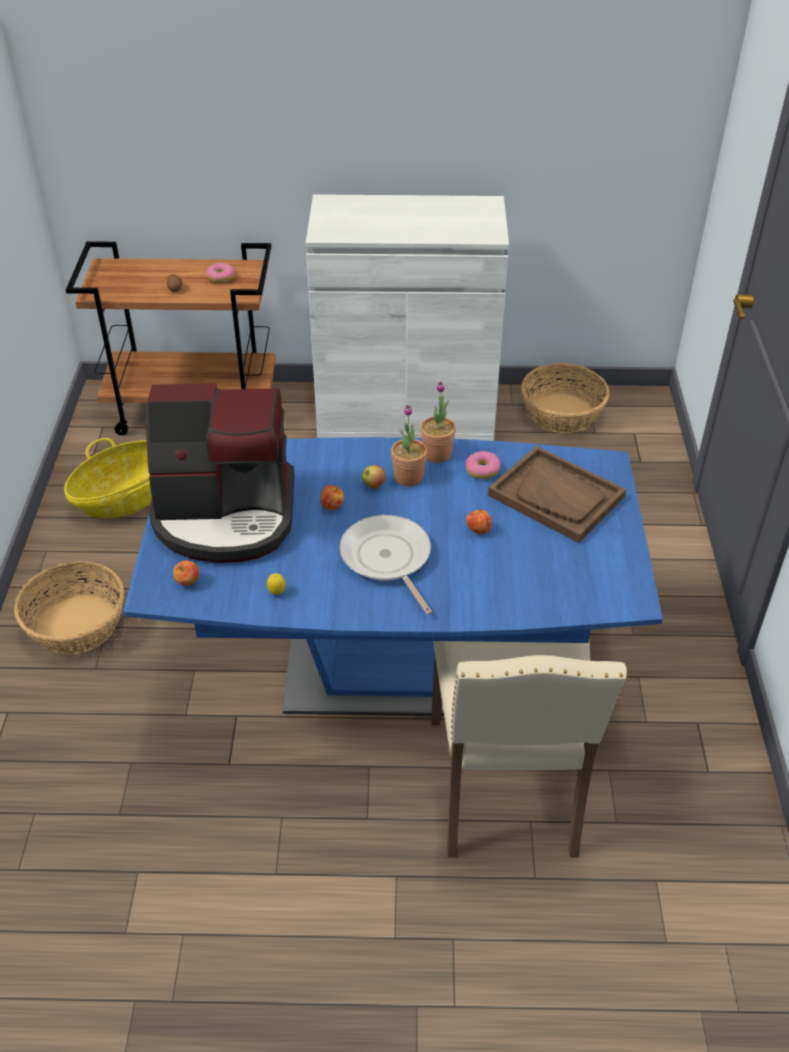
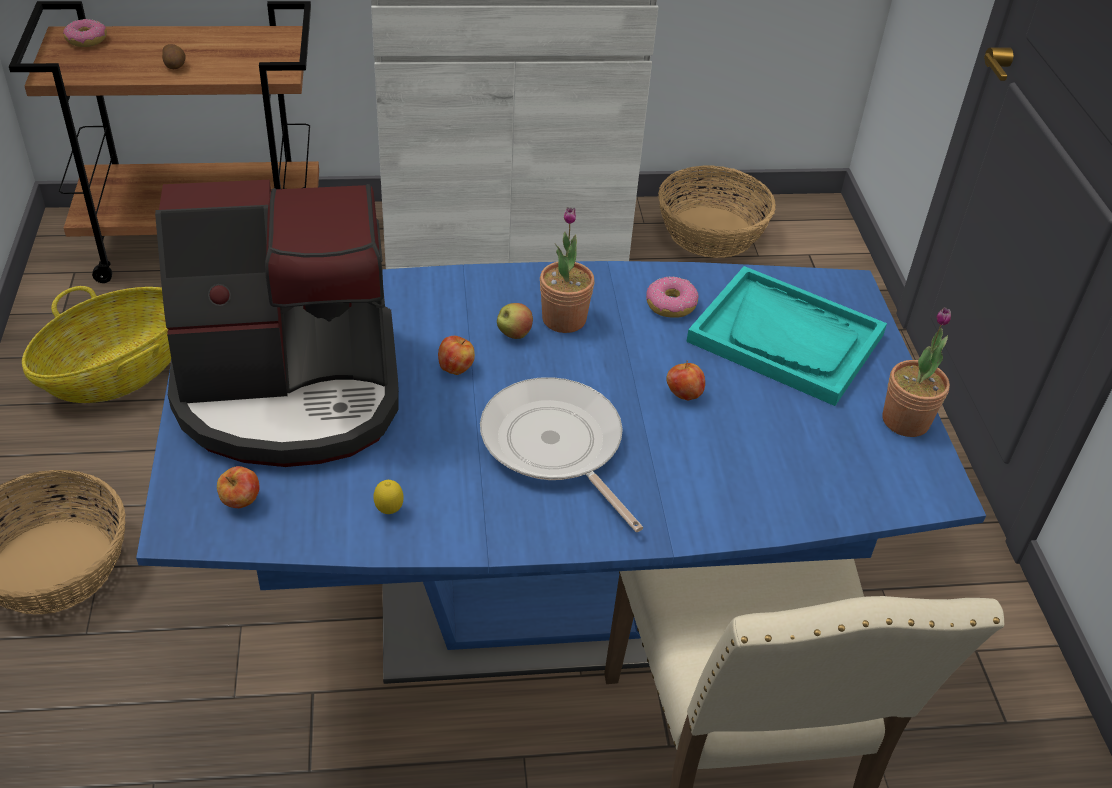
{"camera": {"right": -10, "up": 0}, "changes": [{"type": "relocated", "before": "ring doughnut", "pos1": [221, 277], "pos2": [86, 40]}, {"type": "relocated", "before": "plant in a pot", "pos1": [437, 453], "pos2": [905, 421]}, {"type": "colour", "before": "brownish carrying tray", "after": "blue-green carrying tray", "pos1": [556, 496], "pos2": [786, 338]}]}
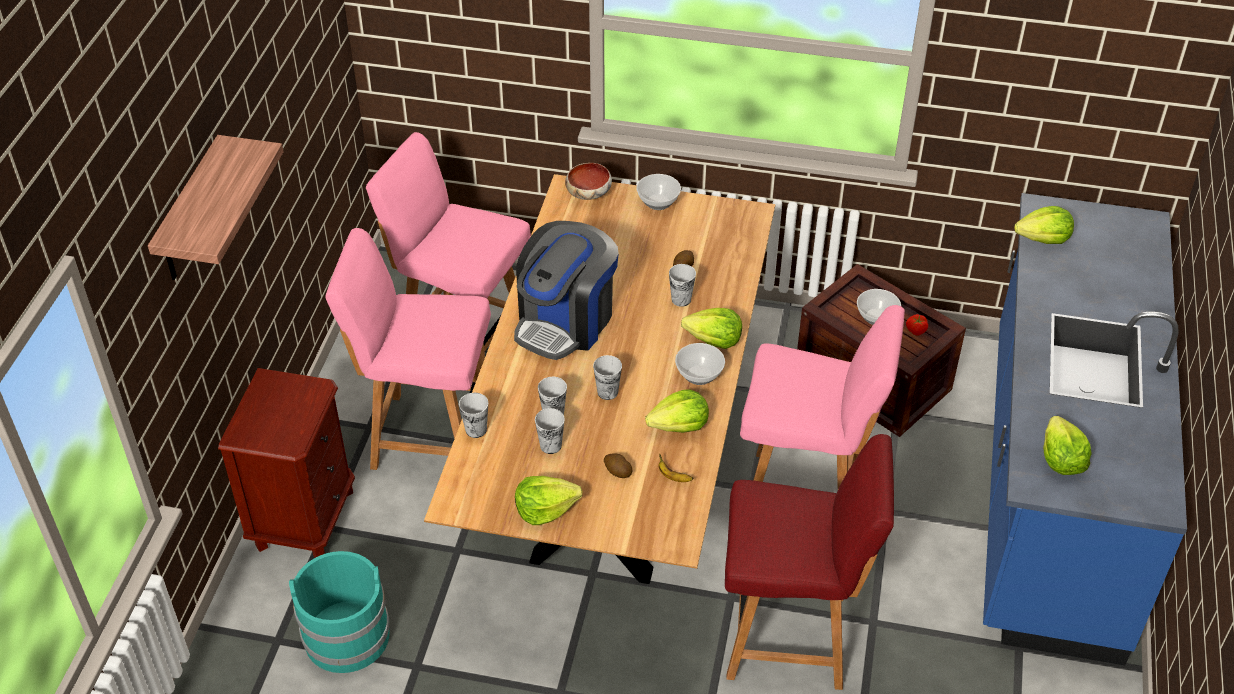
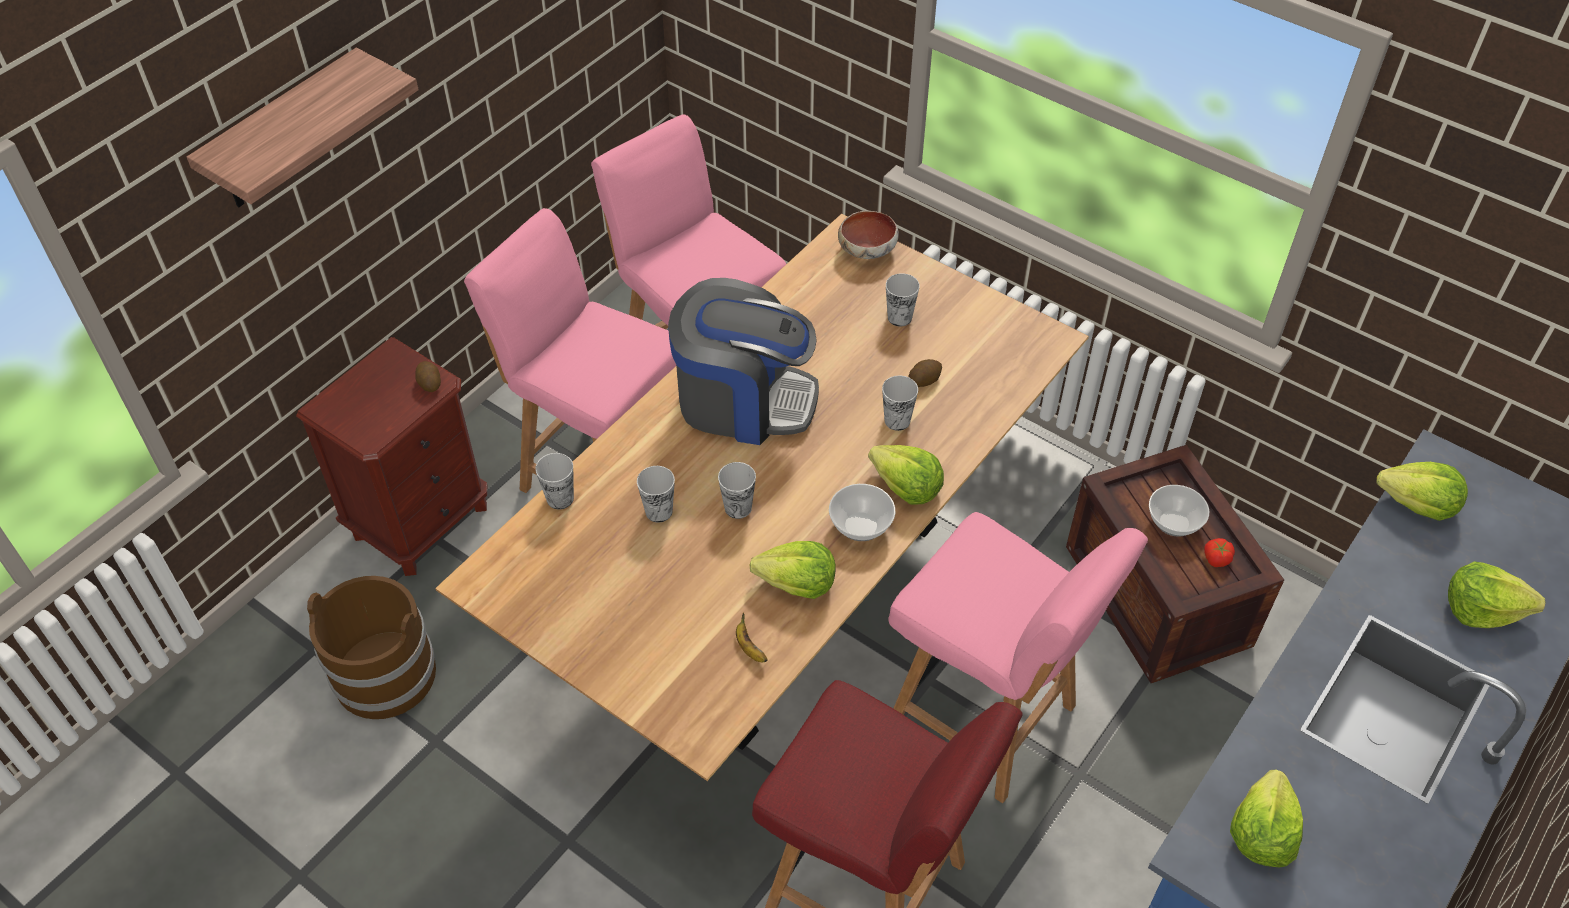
{"camera": {"right": 25, "up": 5}, "changes": [{"type": "missing", "before": "bowl", "pos1": [658, 202]}, {"type": "relocated", "before": "lettuce", "pos1": [545, 509], "pos2": [1481, 609]}, {"type": "relocated", "before": "drinking cup", "pos1": [550, 445], "pos2": [899, 317]}, {"type": "relocated", "before": "spud", "pos1": [617, 471], "pos2": [429, 383]}, {"type": "colour", "before": "blue-green water bucket", "after": "brownish water bucket", "pos1": [346, 637], "pos2": [384, 675]}, {"type": "spun", "before": "coffee machine", "pos1": [565, 321], "pos2": [743, 400], "turn": -135}]}
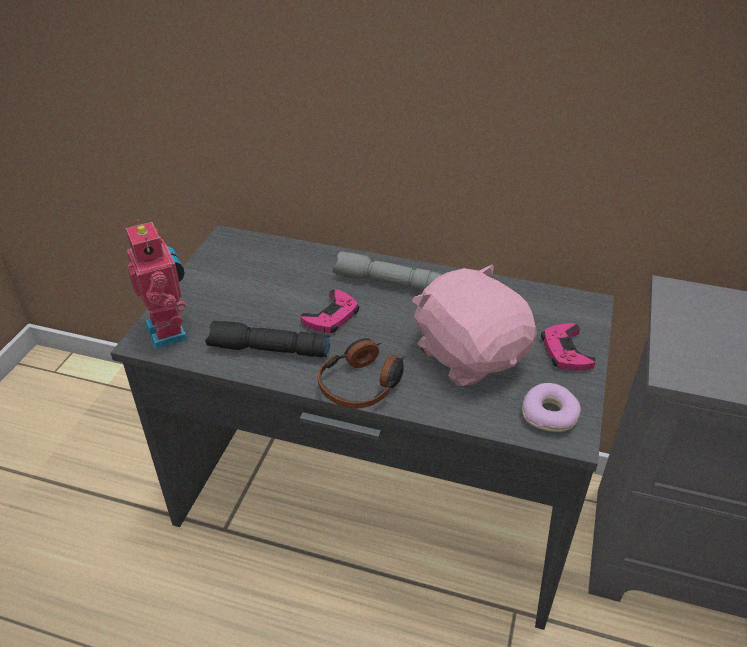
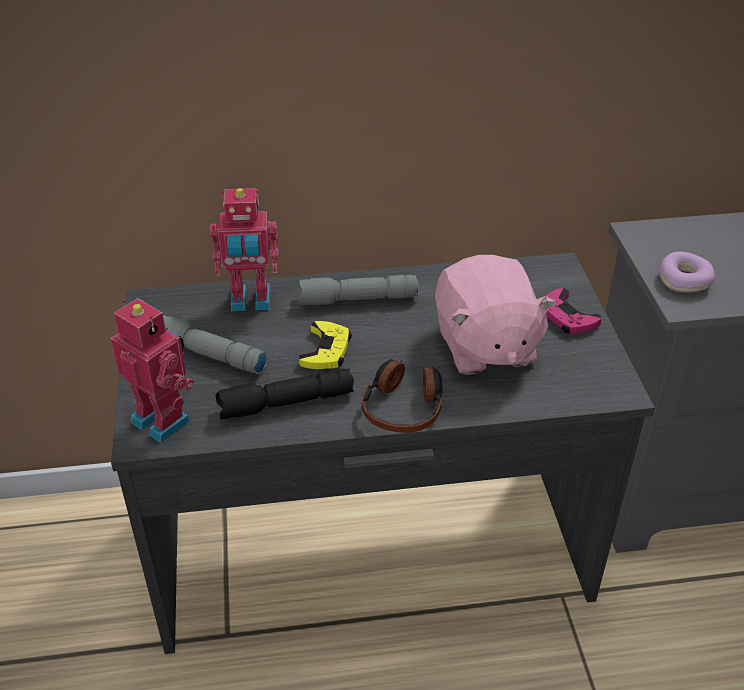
{"camera": {"right": -25, "up": 0}, "changes": [{"type": "appeared", "after": "gray flashlight", "pos2": [206, 355]}, {"type": "appeared", "after": "model robot", "pos2": [250, 302]}, {"type": "relocated", "before": "ring doughnut", "pos1": [549, 414], "pos2": [684, 280]}, {"type": "colour", "before": "pink-coloured game controller", "after": "yellow game controller", "pos1": [332, 316], "pos2": [326, 350]}, {"type": "spun", "before": "pink-coloured cuddly toy", "pos1": [469, 354], "pos2": [484, 346], "turn": -135}]}
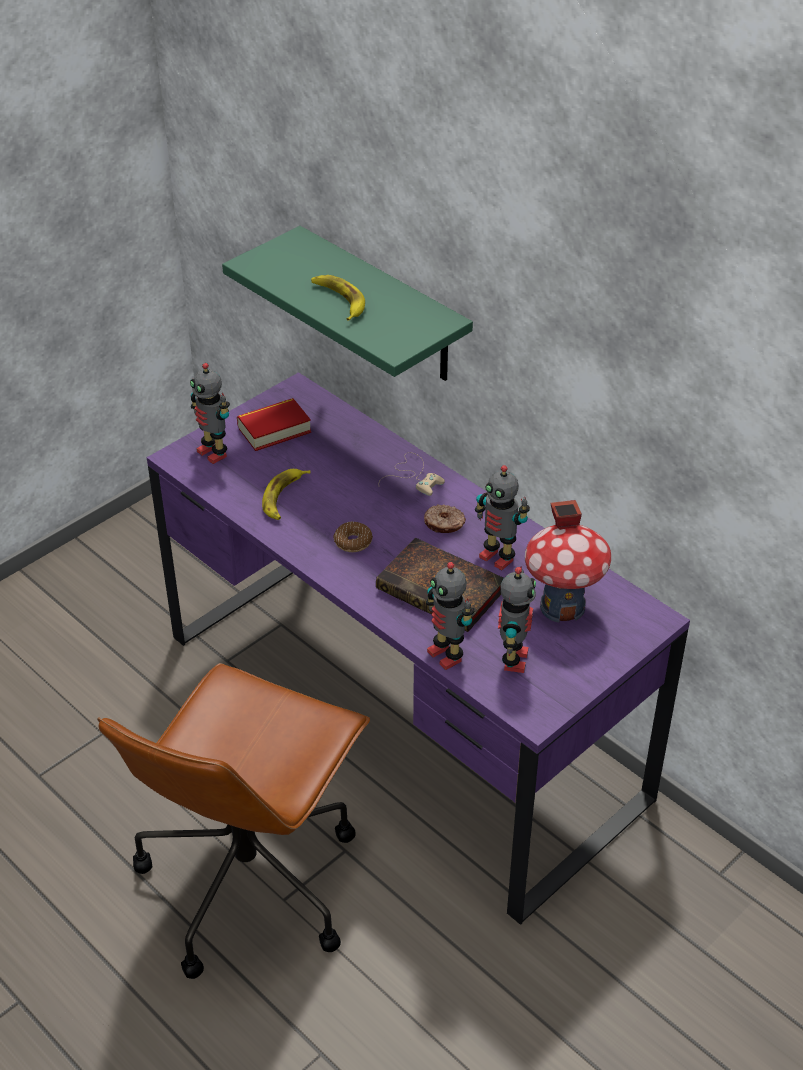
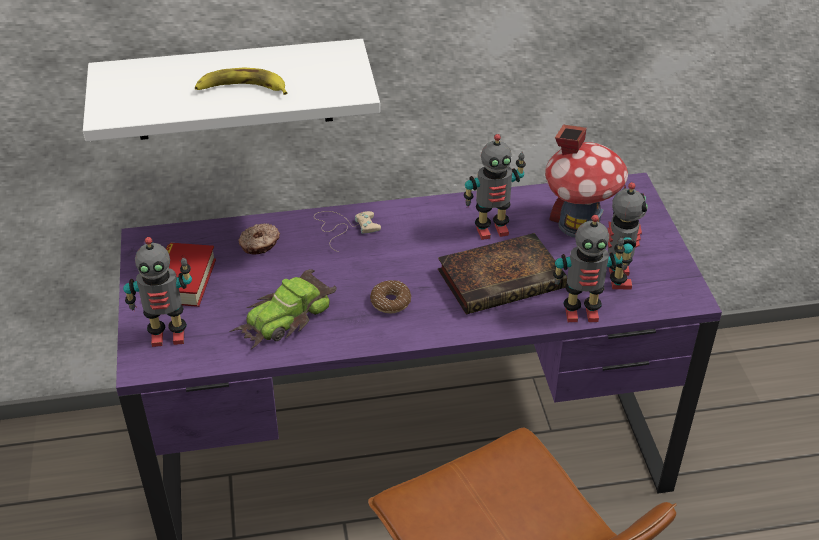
{"camera": {"right": -55, "up": 0}, "changes": [{"type": "relocated", "before": "ring doughnut", "pos1": [444, 524], "pos2": [260, 244]}, {"type": "exchanged", "before": "whole banana", "after": "toy car", "pos1": [284, 497], "pos2": [285, 318]}, {"type": "colour", "before": "green-coloured bracket shelf", "after": "white-coloured bracket shelf", "pos1": [383, 307], "pos2": [232, 90]}, {"type": "spun", "before": "model robot", "pos1": [512, 660], "pos2": [616, 279], "turn": 45}]}
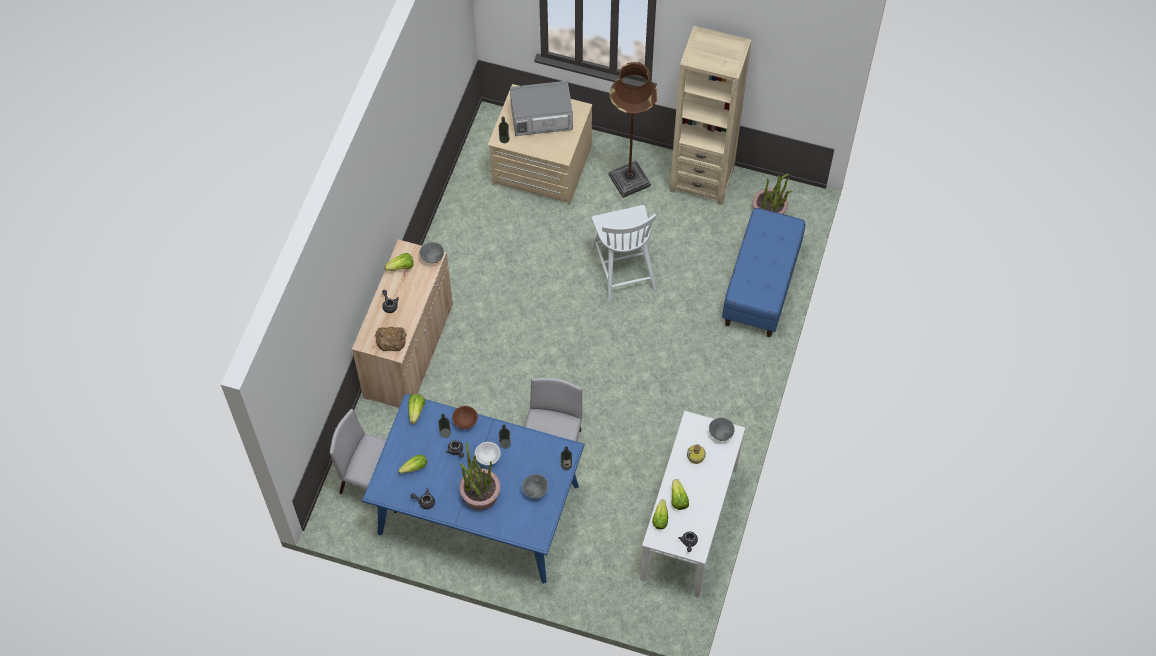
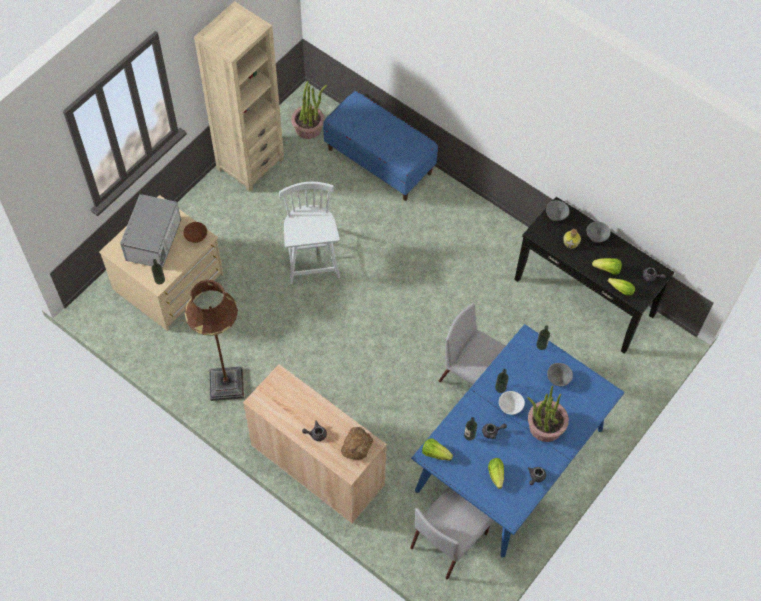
{"camera": {"right": -70, "up": 0}, "changes": [{"type": "missing", "before": "lettuce", "pos1": [401, 267]}, {"type": "relocated", "before": "gray bowl", "pos1": [432, 258], "pos2": [597, 237]}, {"type": "relocated", "before": "brownish bowl", "pos1": [466, 422], "pos2": [196, 237]}, {"type": "relocated", "before": "brownish standing lamp", "pos1": [629, 180], "pos2": [226, 384]}, {"type": "colour", "before": "white-coloured console table", "after": "black-coloured console table", "pos1": [690, 523], "pos2": [584, 297]}, {"type": "spun", "before": "white-coloured plain chair", "pos1": [623, 268], "pos2": [311, 256], "turn": -105}]}
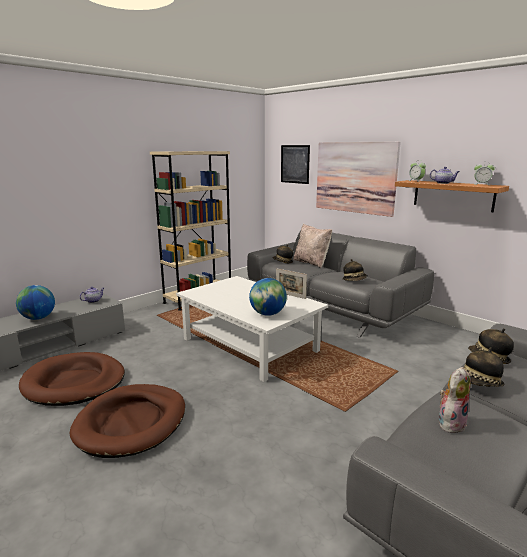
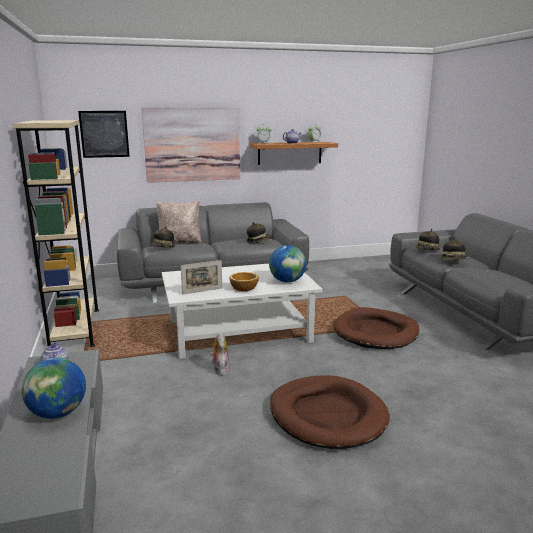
{"camera": {"right": -60, "up": 0}, "changes": [{"type": "appeared", "after": "bowl", "pos2": [244, 288]}, {"type": "relocated", "before": "brownish dog bed", "pos1": [74, 382], "pos2": [376, 332]}, {"type": "relocated", "before": "picture frame", "pos1": [290, 295], "pos2": [202, 291]}, {"type": "relocated", "before": "cuddly toy", "pos1": [450, 423], "pos2": [220, 370]}]}
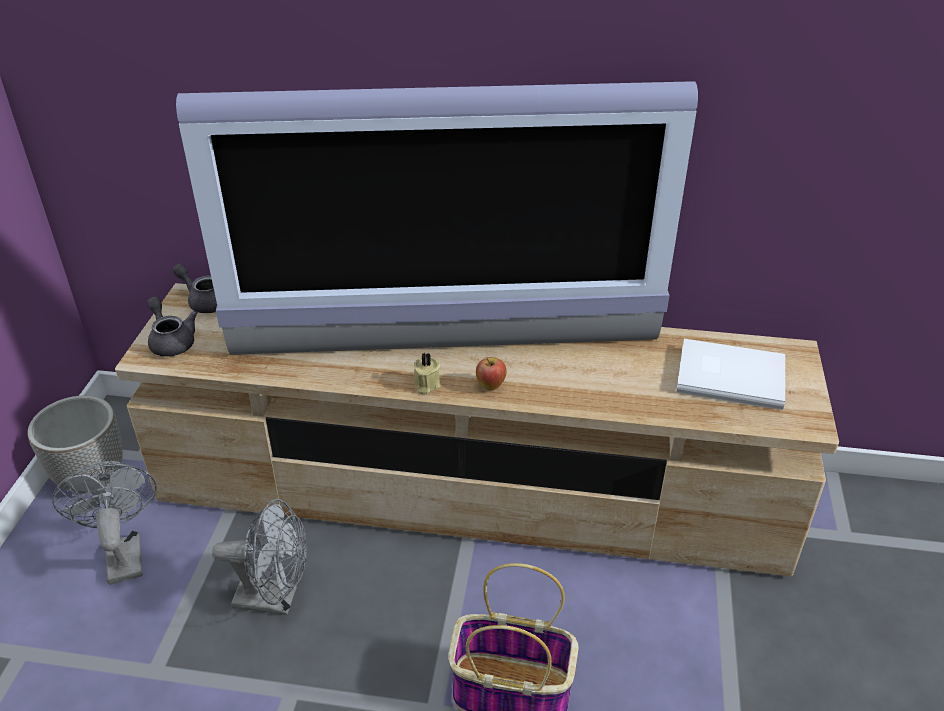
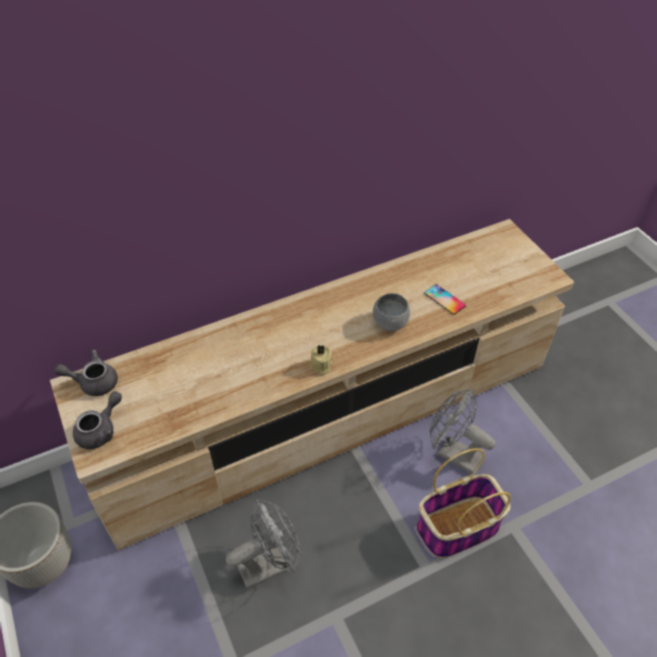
{"camera": {"right": -35, "up": 10}, "changes": [{"type": "missing", "before": "TV set", "pos1": [445, 348]}, {"type": "missing", "before": "apple fruit", "pos1": [490, 386]}, {"type": "missing", "before": "white-coloured book", "pos1": [728, 375]}, {"type": "appeared", "after": "gray bowl", "pos2": [390, 322]}, {"type": "appeared", "after": "phone", "pos2": [444, 299]}, {"type": "relocated", "before": "gray fan", "pos1": [123, 553], "pos2": [452, 453]}, {"type": "spun", "before": "gray tea pot", "pos1": [171, 341], "pos2": [101, 430], "turn": 105}]}
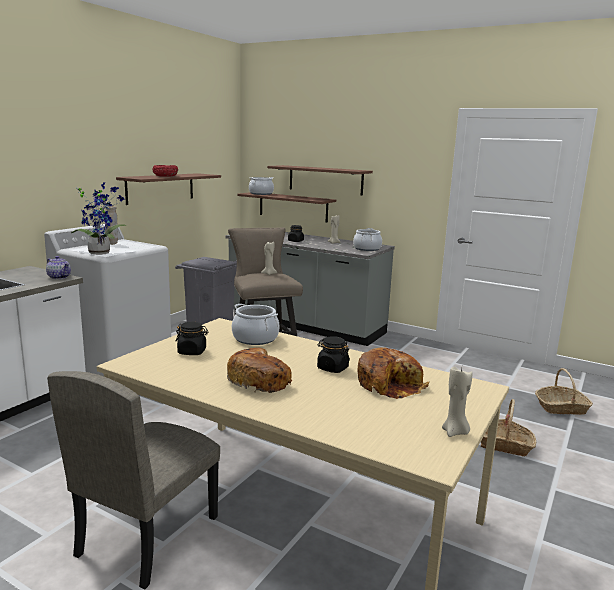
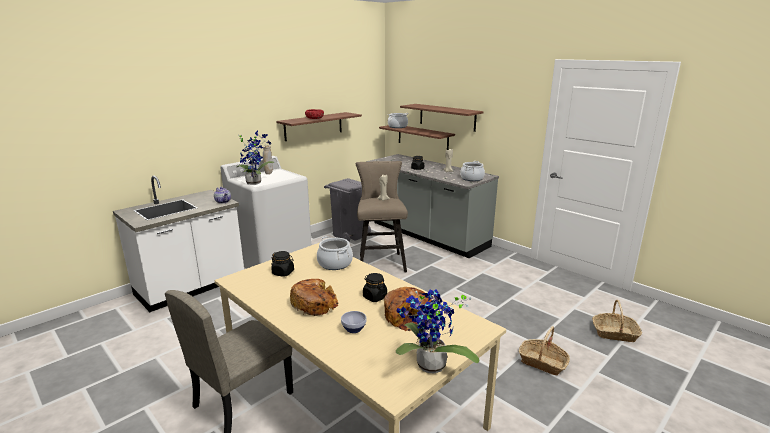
{"camera": {"right": 15, "up": 5}, "changes": [{"type": "appeared", "after": "bowl", "pos2": [354, 328]}, {"type": "exchanged", "before": "beige wax light", "after": "plant in a pot", "pos1": [455, 432], "pos2": [429, 368]}]}
